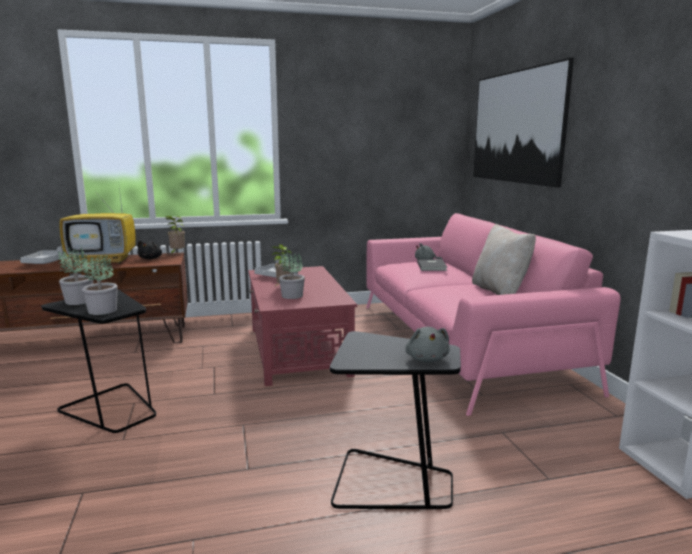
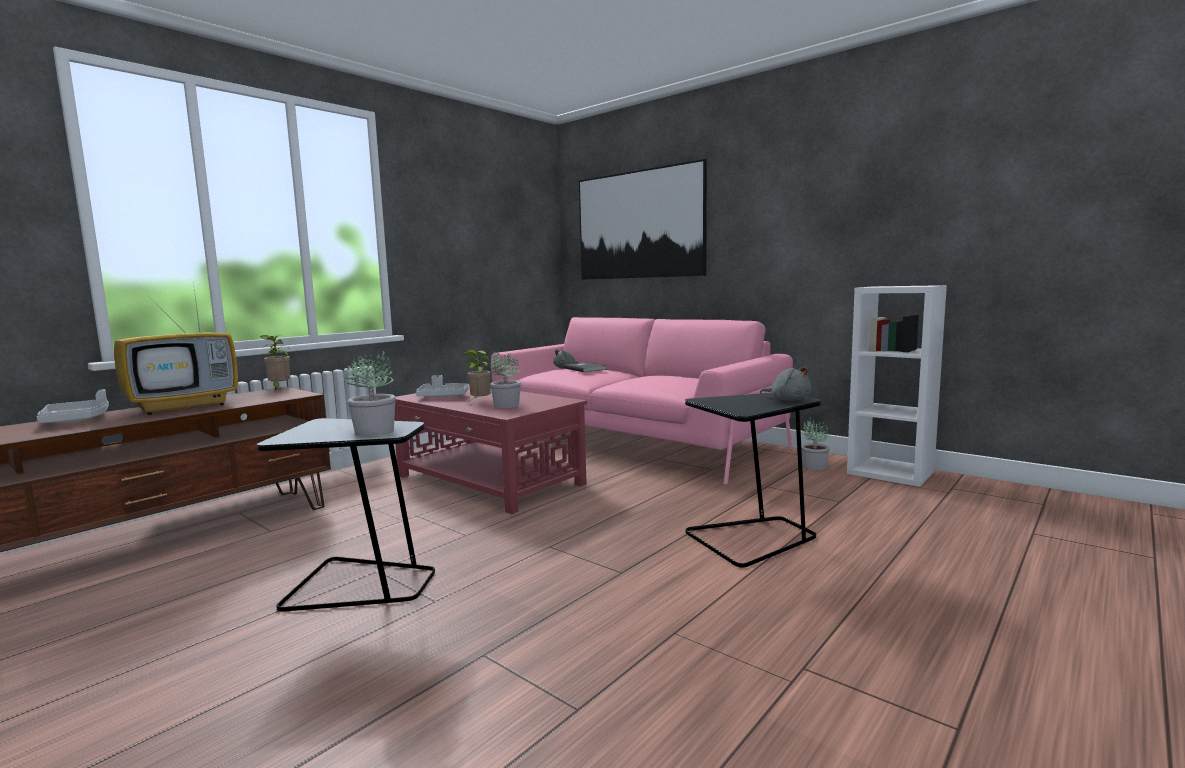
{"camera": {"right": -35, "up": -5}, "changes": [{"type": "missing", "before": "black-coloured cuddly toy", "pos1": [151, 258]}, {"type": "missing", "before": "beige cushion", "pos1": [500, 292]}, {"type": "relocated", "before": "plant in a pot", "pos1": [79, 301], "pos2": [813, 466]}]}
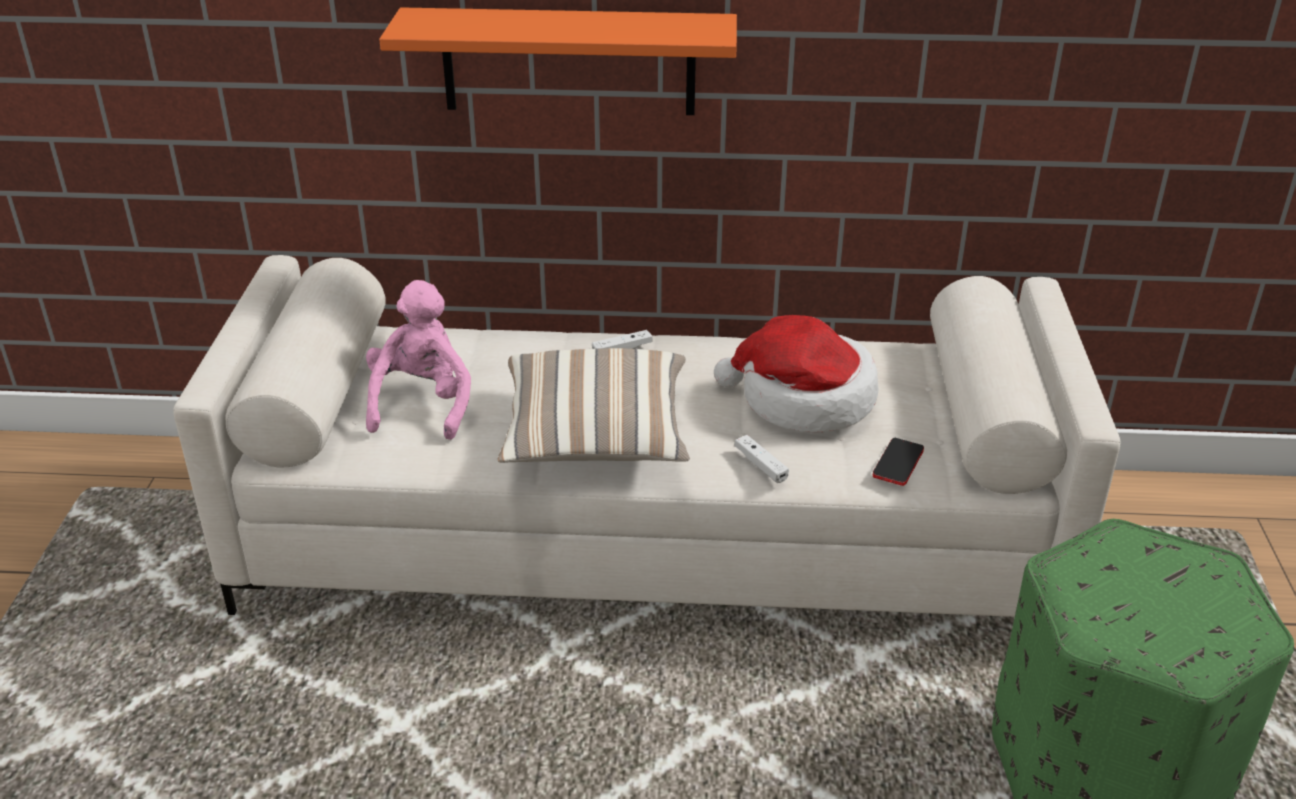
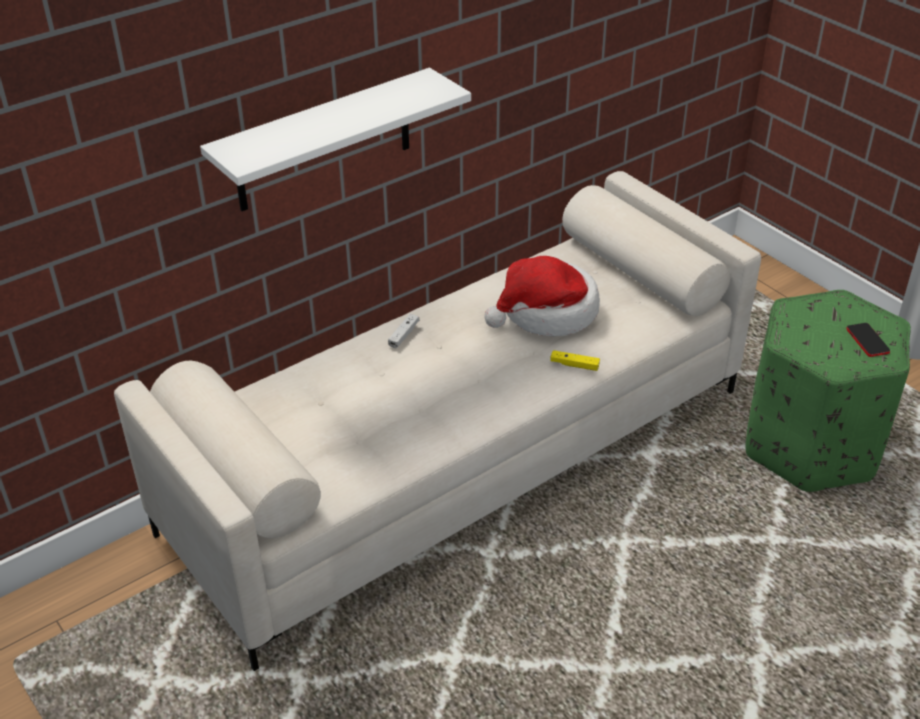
{"camera": {"right": -40, "up": 5}, "changes": [{"type": "missing", "before": "pink-coloured cuddly toy", "pos1": [422, 404]}, {"type": "missing", "before": "cushion", "pos1": [596, 437]}, {"type": "relocated", "before": "phone", "pos1": [898, 463], "pos2": [867, 340]}, {"type": "colour", "before": "orange-coloured bracket shelf", "after": "white-coloured bracket shelf", "pos1": [569, 61], "pos2": [324, 141]}, {"type": "colour", "before": "white-coloured game controller", "after": "yellow game controller", "pos1": [760, 465], "pos2": [574, 365]}]}
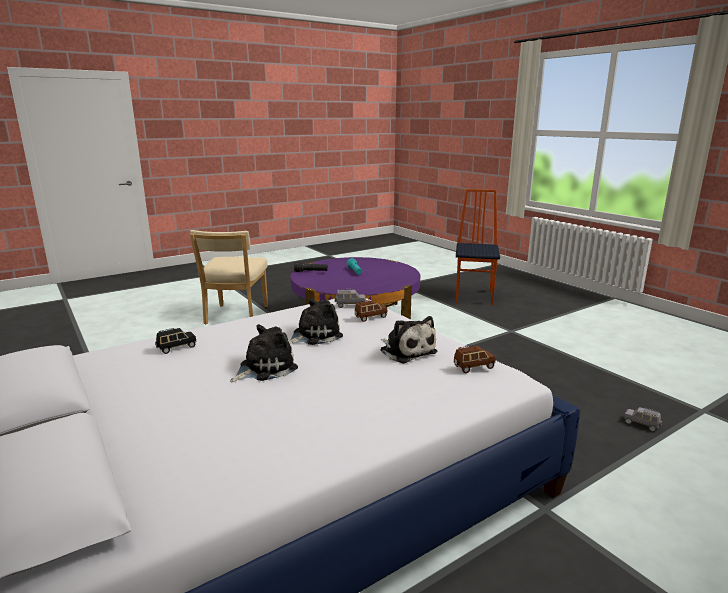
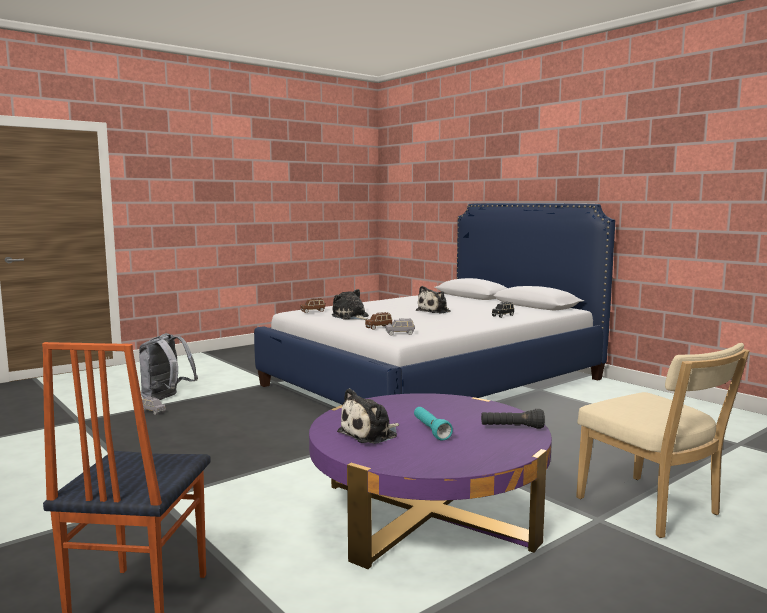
{"camera": {"right": 175, "up": -10}, "changes": [{"type": "appeared", "after": "gray rucksack", "pos2": [166, 399]}, {"type": "relocated", "before": "cuddly toy", "pos1": [314, 335], "pos2": [370, 434]}, {"type": "spun", "before": "beige plain chair", "pos1": [235, 316], "pos2": [652, 509], "turn": 150}]}
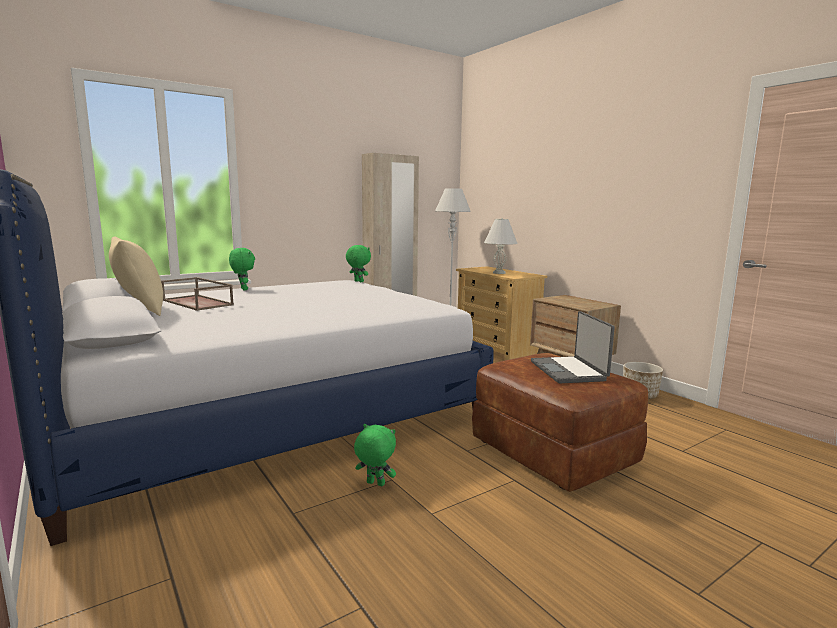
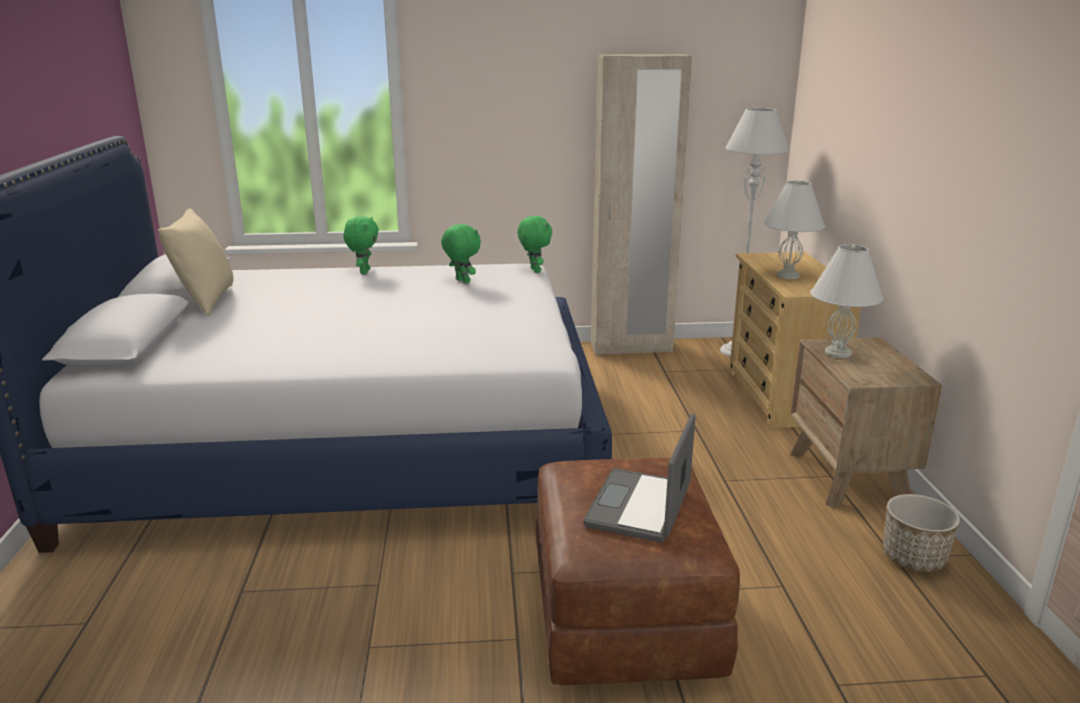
{"camera": {"right": 30, "up": 10}, "changes": [{"type": "missing", "before": "brownish carrying tray", "pos1": [198, 302]}, {"type": "appeared", "after": "white-coloured table lamp", "pos2": [838, 353]}, {"type": "relocated", "before": "green-coloured cuddly toy", "pos1": [375, 484], "pos2": [462, 281]}]}
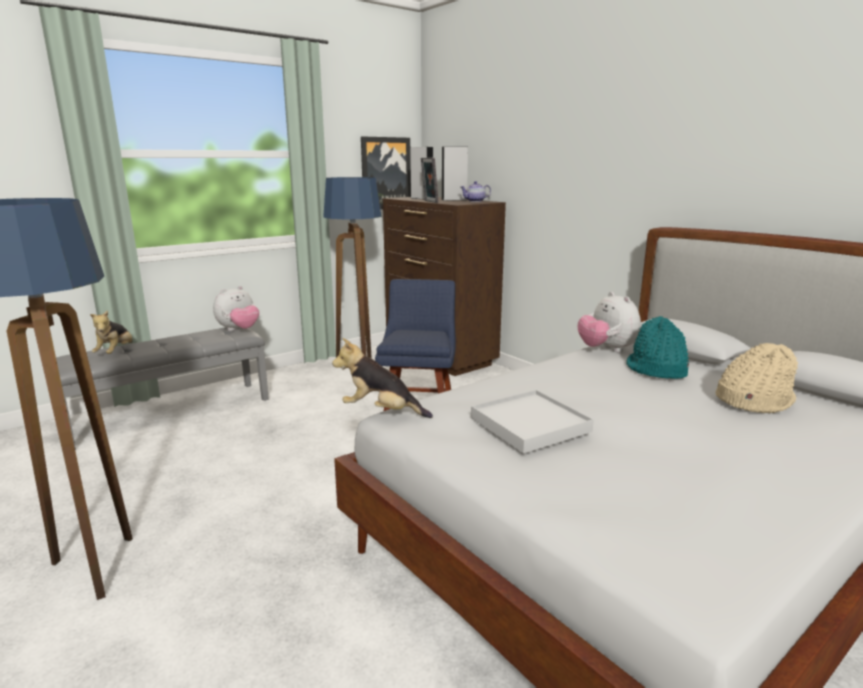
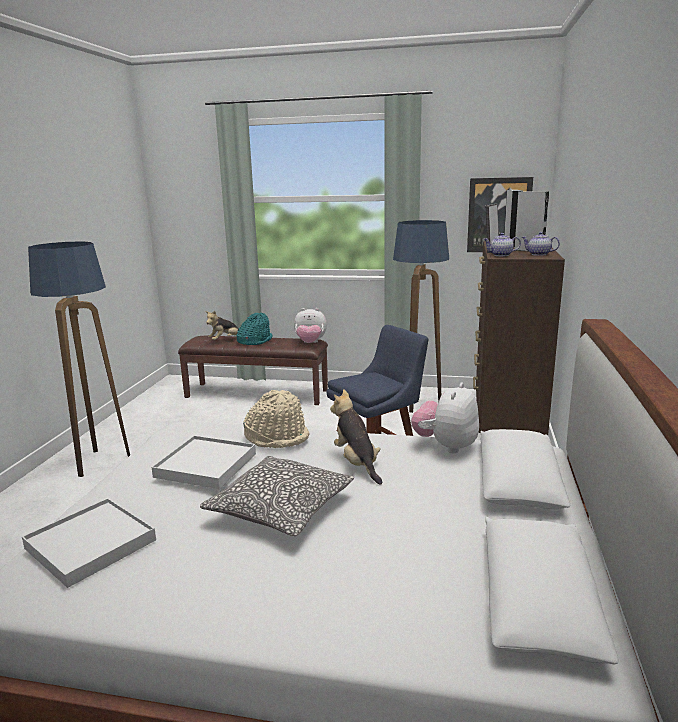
{"camera": {"right": 50, "up": 0}, "changes": [{"type": "appeared", "after": "white-coloured carrying tray", "pos2": [91, 544]}, {"type": "appeared", "after": "cushion", "pos2": [281, 508]}, {"type": "appeared", "after": "tea pot", "pos2": [501, 255]}, {"type": "relocated", "before": "cuddly toy", "pos1": [381, 412], "pos2": [357, 463]}, {"type": "relocated", "before": "blue-green hat", "pos1": [656, 370], "pos2": [254, 341]}, {"type": "relocated", "before": "beige hat", "pos1": [753, 401], "pos2": [277, 437]}, {"type": "colour", "before": "gray long seat", "after": "brownish long seat", "pos1": [171, 413], "pos2": [257, 393]}]}
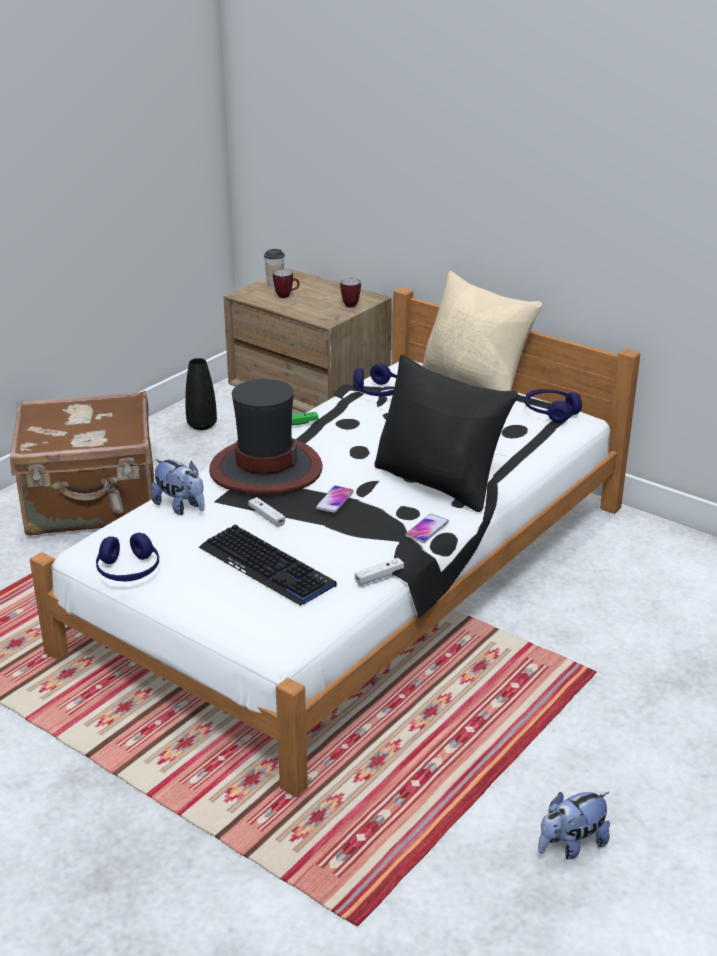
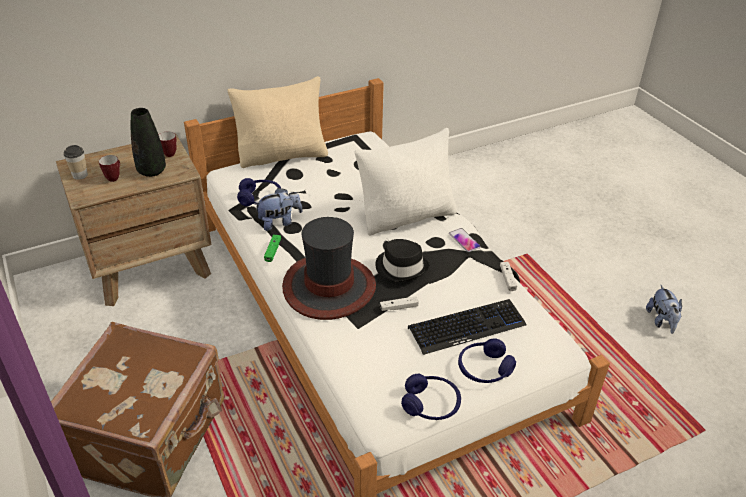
{"camera": {"right": -65, "up": 10}, "changes": [{"type": "relocated", "before": "cuddly toy", "pos1": [181, 507], "pos2": [279, 222]}, {"type": "relocated", "before": "black-coloured decorative vase", "pos1": [202, 425], "pos2": [152, 171]}, {"type": "relocated", "before": "bluish headset", "pos1": [551, 412], "pos2": [484, 369]}, {"type": "exchanged", "before": "phone", "after": "black-coloured hat", "pos1": [334, 500], "pos2": [401, 267]}, {"type": "colour", "before": "black-coloured cushion", "after": "white-coloured cushion", "pos1": [439, 482], "pos2": [407, 216]}]}
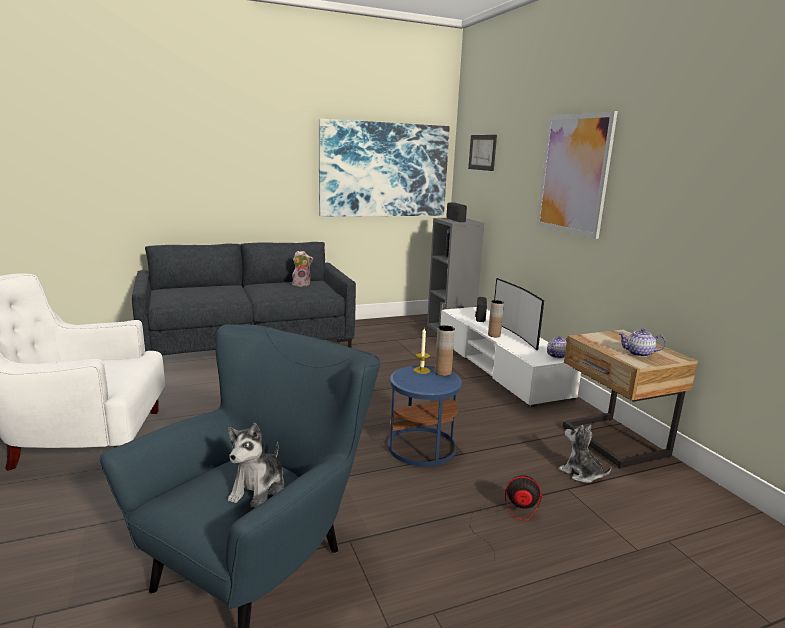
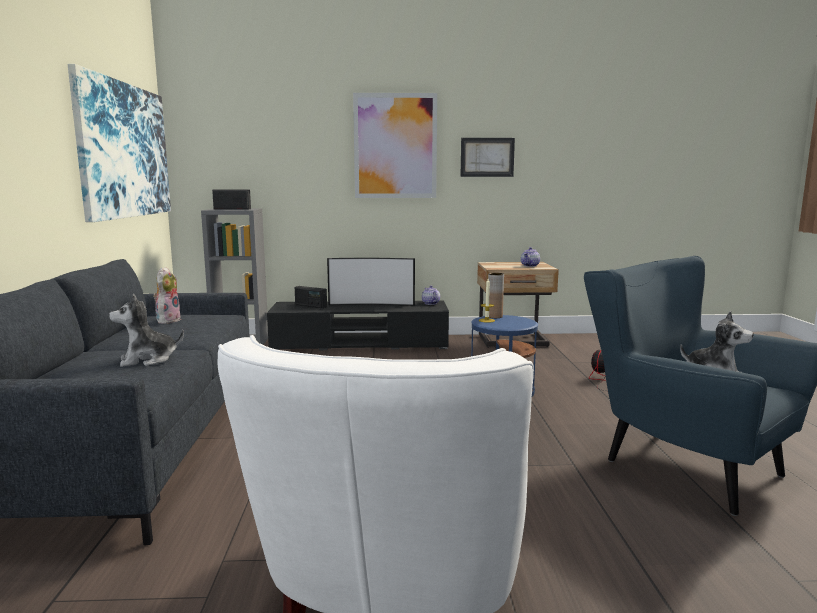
{"camera": {"right": -70, "up": -5}, "changes": [{"type": "missing", "before": "brownish decorative vase", "pos1": [494, 335]}, {"type": "relocated", "before": "picture", "pos1": [482, 152], "pos2": [487, 157]}, {"type": "relocated", "before": "cuddly toy", "pos1": [581, 473], "pos2": [147, 360]}, {"type": "colour", "before": "white-coloured tv unit", "after": "black-coloured tv unit", "pos1": [499, 367], "pos2": [360, 343]}]}
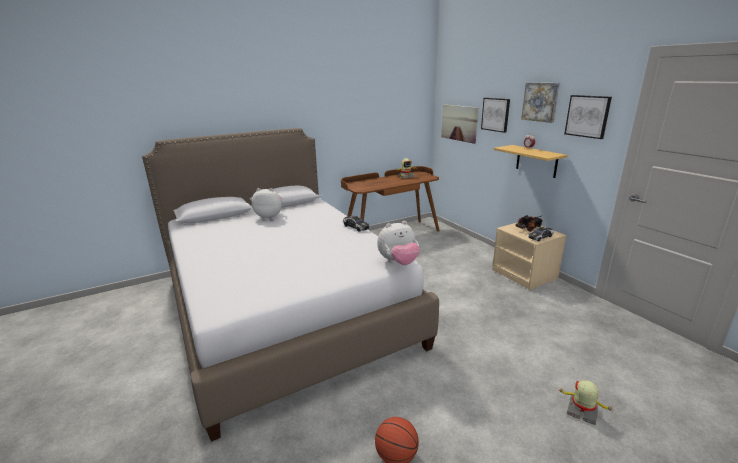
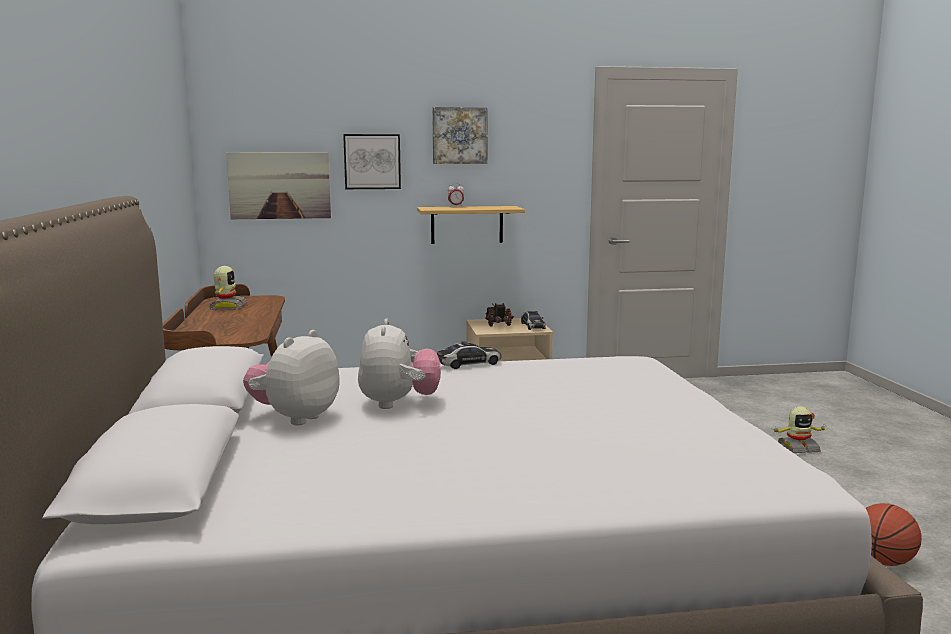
{"camera": {"right": -70, "up": -10}, "changes": [{"type": "missing", "before": "picture", "pos1": [587, 116]}, {"type": "relocated", "before": "cuddly toy", "pos1": [398, 263], "pos2": [398, 403]}, {"type": "spun", "before": "model robot", "pos1": [582, 412], "pos2": [798, 448], "turn": -150}]}
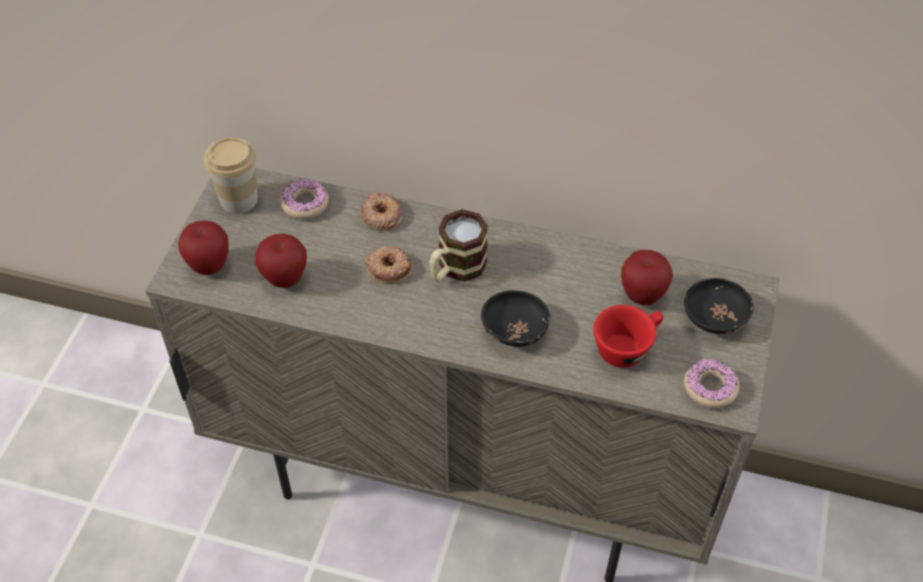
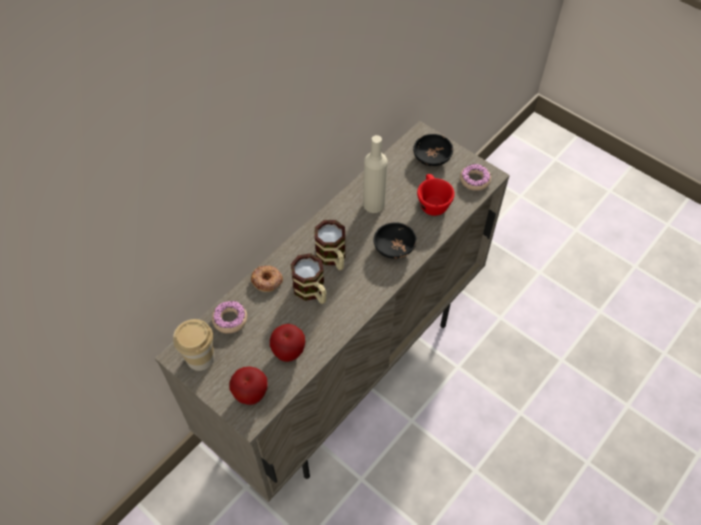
{"camera": {"right": -65, "up": 5}, "changes": [{"type": "missing", "before": "apple fruit", "pos1": [642, 295]}, {"type": "appeared", "after": "beige beverage bottle", "pos2": [374, 204]}, {"type": "exchanged", "before": "ring doughnut", "after": "mug", "pos1": [389, 268], "pos2": [312, 292]}]}
